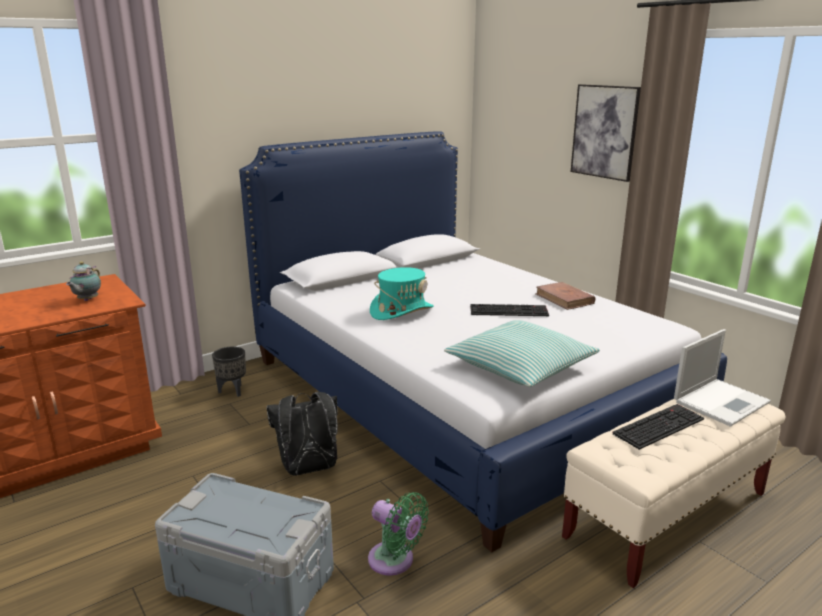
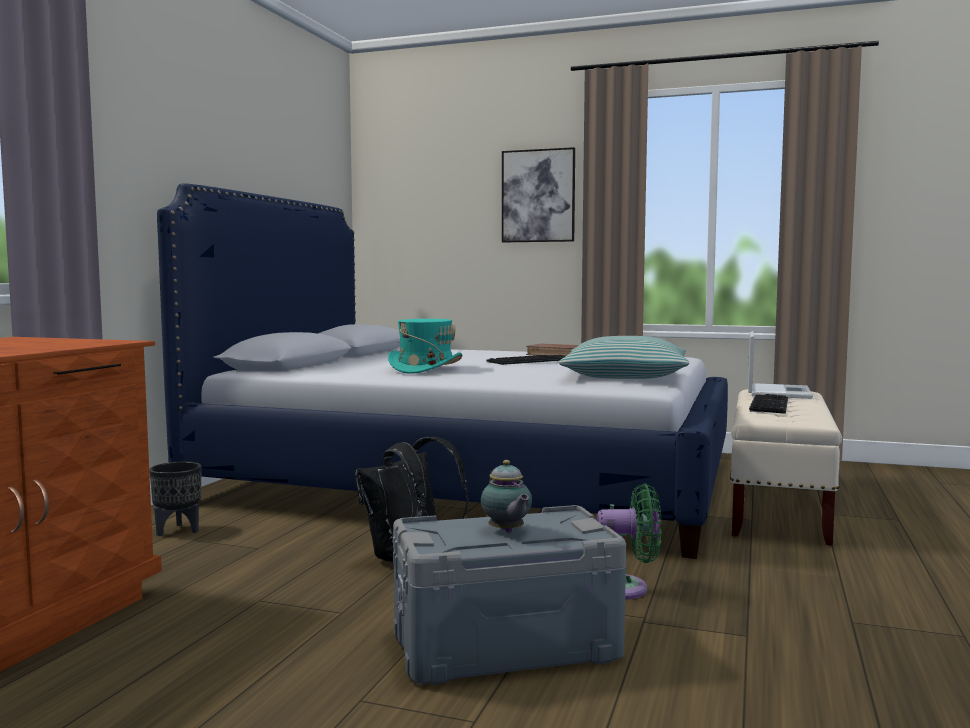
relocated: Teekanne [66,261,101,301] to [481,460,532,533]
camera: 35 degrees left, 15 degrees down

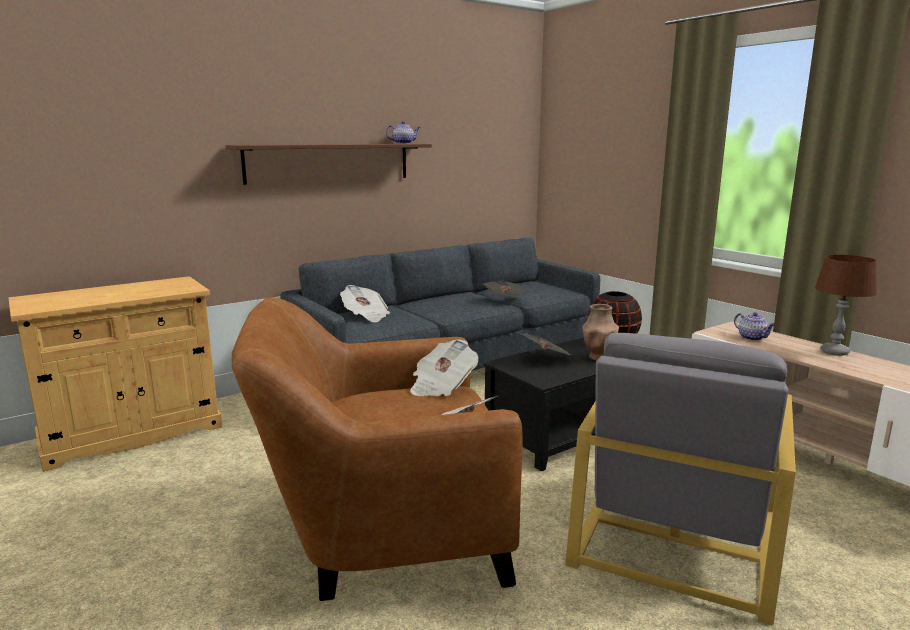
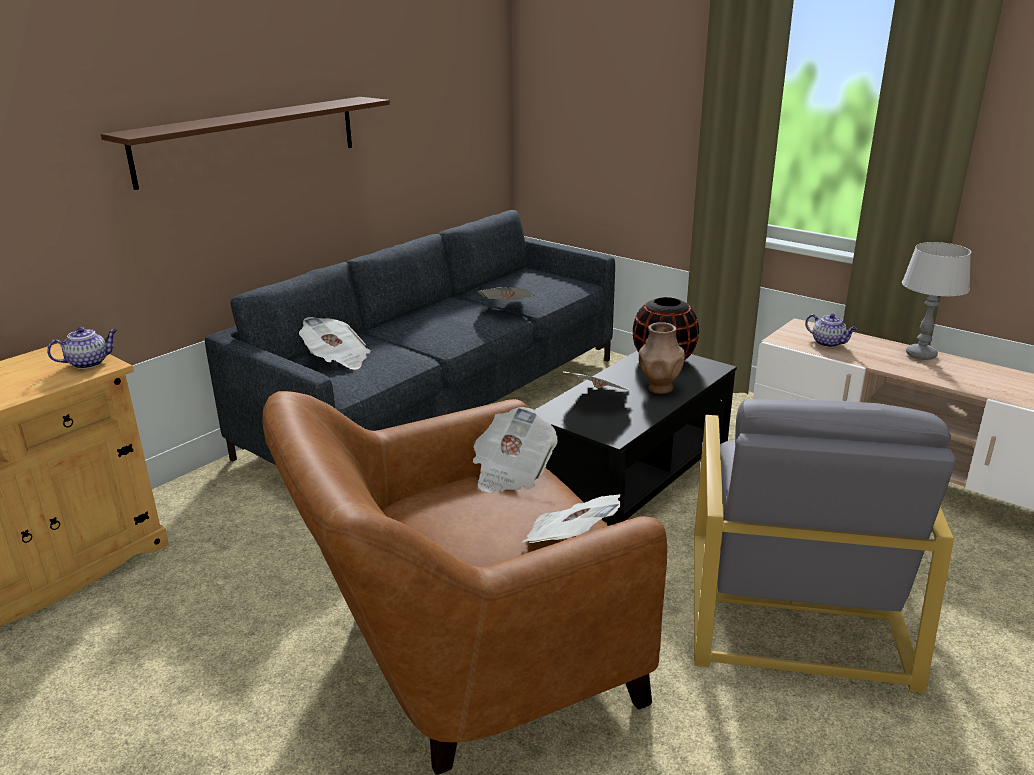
relocated: Teekanne [385,121,420,144] to [47,327,117,369]
colour: Tischlampe (braun) [815,255,877,356] to Tischlampe (grau) [902,242,971,360]
camera: 15 degrees left, 10 degrees up

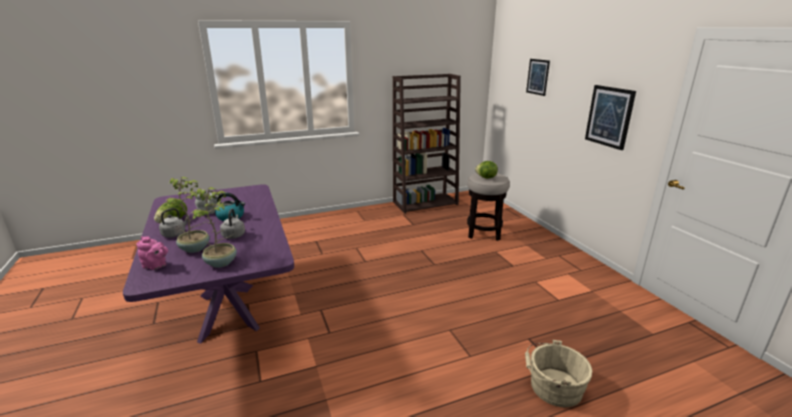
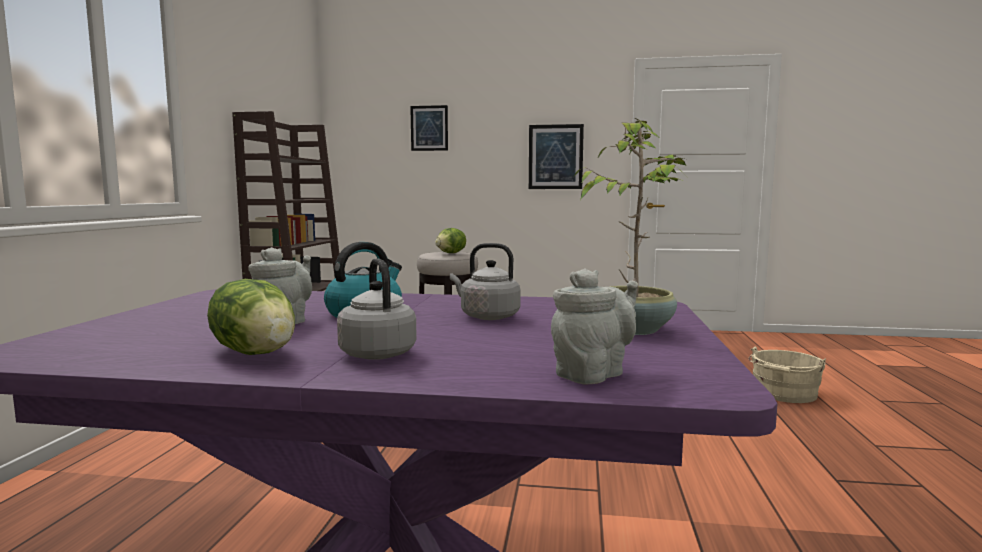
missing: Topfpflanze [167,177,210,253]
colour: Teekanne (rosa) [136,236,168,270] to Teekanne (grau) [551,268,638,384]
camera: 60 degrees left, 15 degrees down

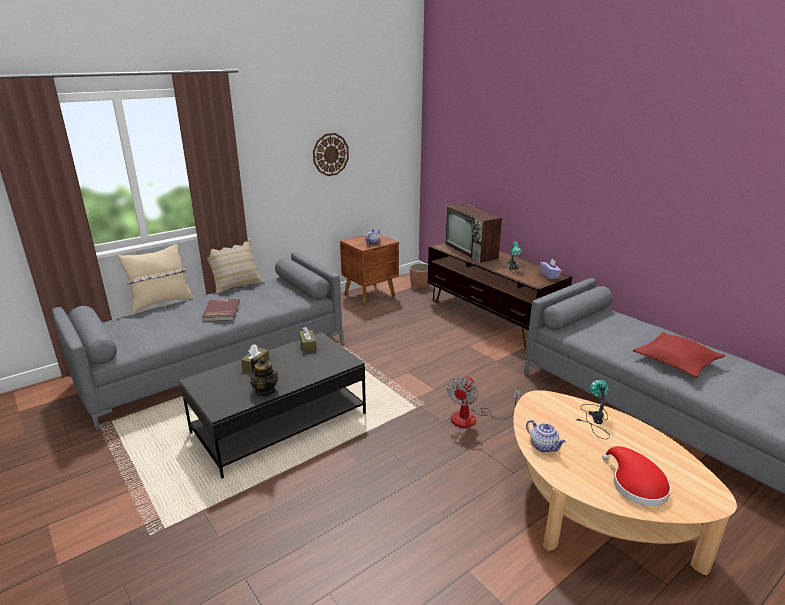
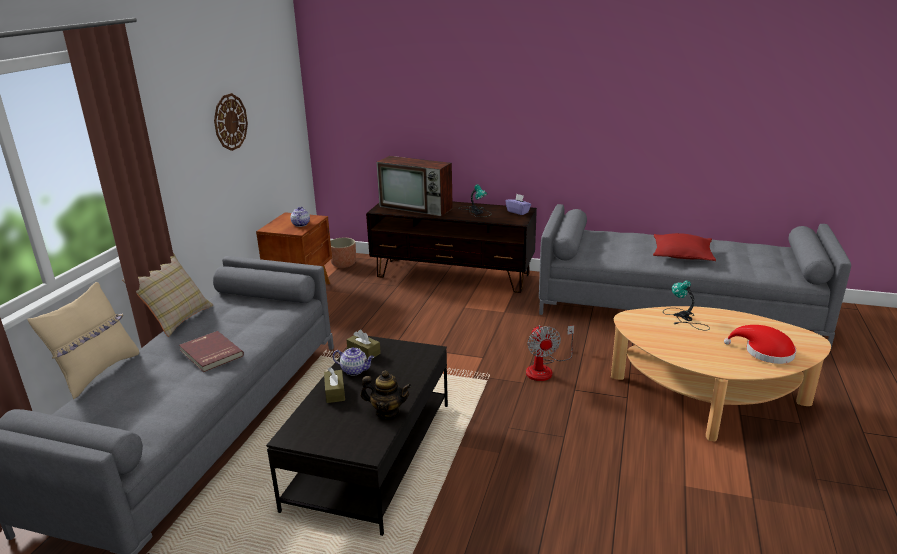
relocated: Teekanne [526,420,566,452] to [333,348,374,376]
camera: 35 degrees left, 0 degrees up

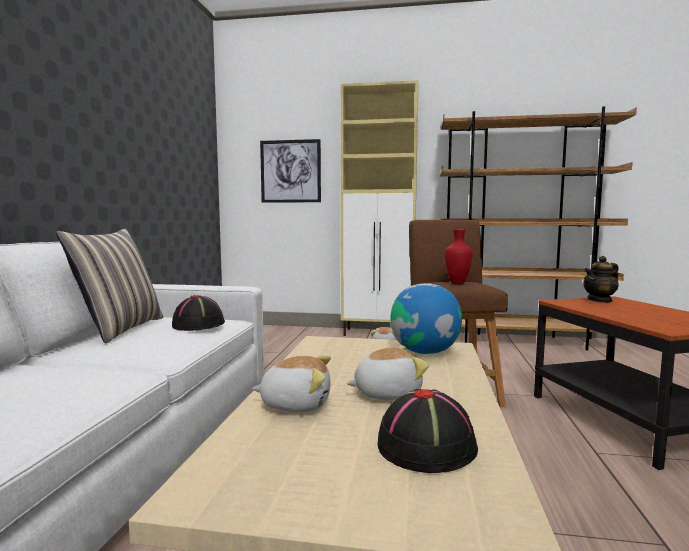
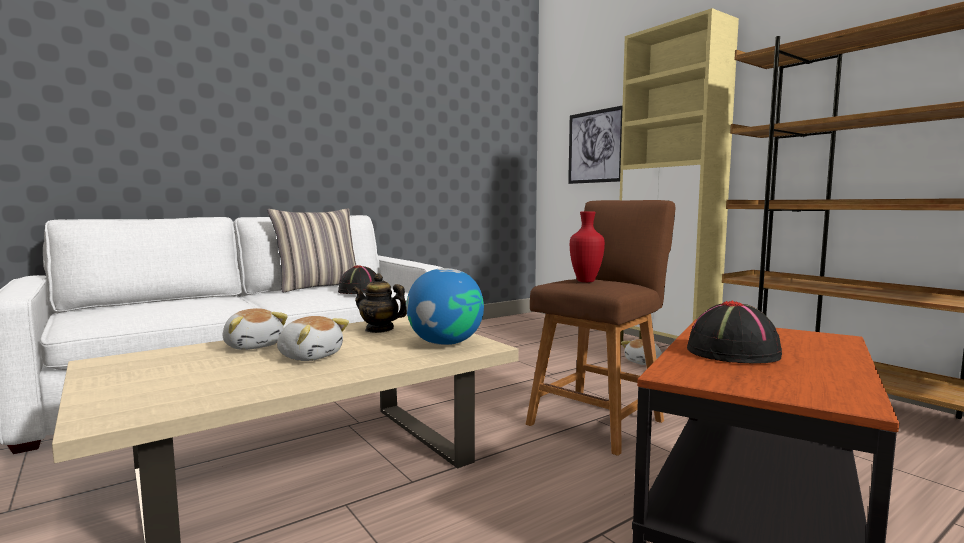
relocated: Hut (schwarz) [378,389,478,473] to [687,301,782,364]; Teekanne [583,256,619,303] to [352,274,407,333]
camera: 45 degrees right, 0 degrees up

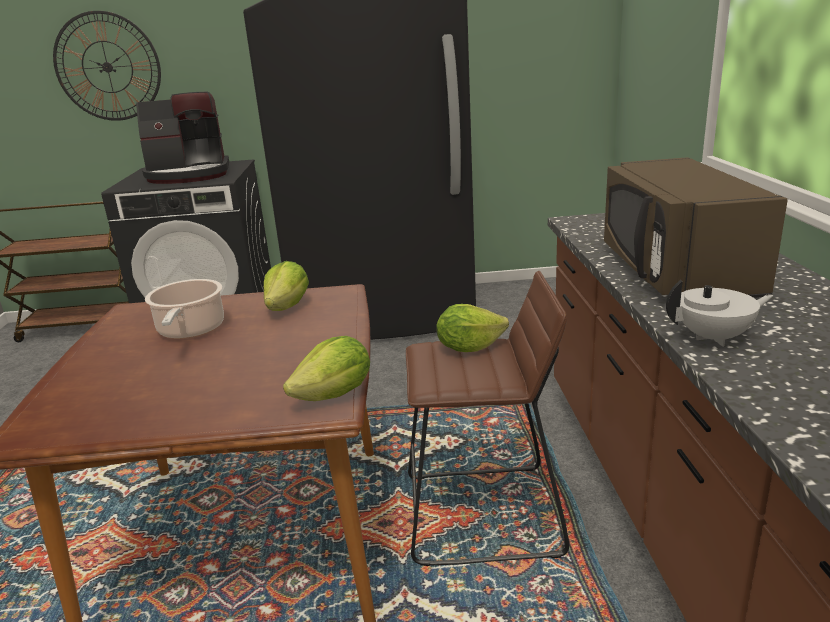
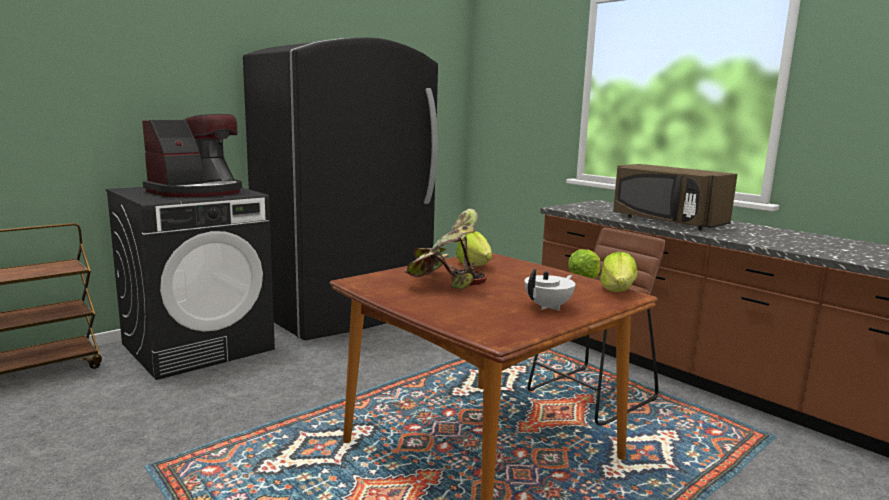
missing: Wanduhr [53,11,161,121]
relocated: Teekanne (weiß) [666,280,774,347] to [525,269,576,311]
exchanged: Kochtopf [145,279,224,339] to Topfpflanze [404,209,487,289]
camera: 40 degrees left, 10 degrees down

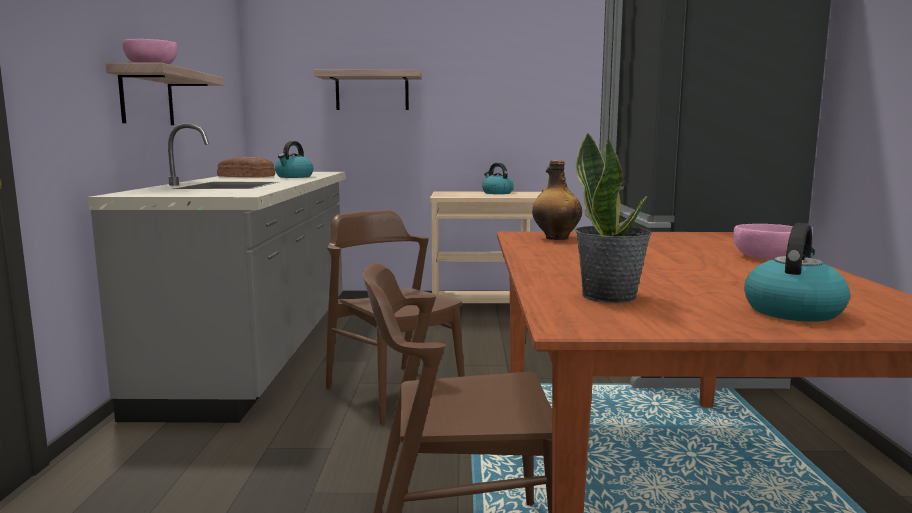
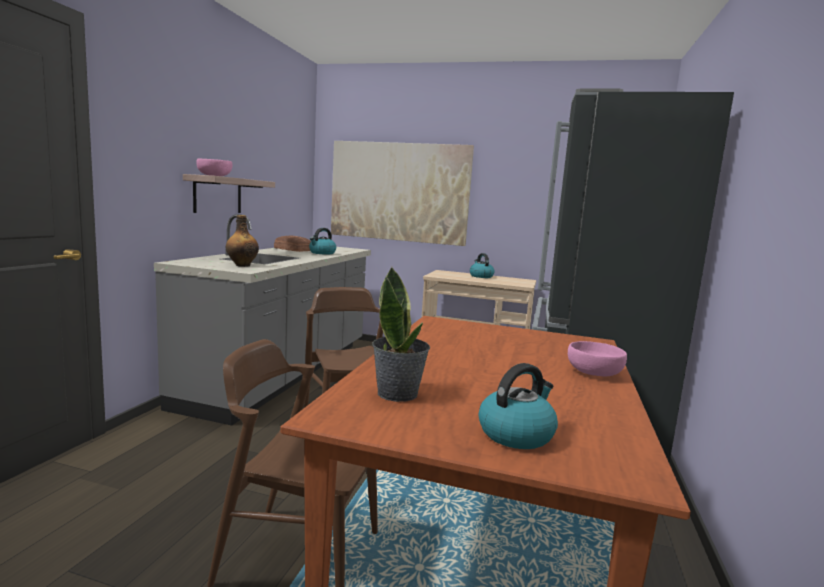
relocated: Flasche [532,160,582,240] to [226,215,259,267]
exchanged: Wandregal [314,70,422,110] to Bild [331,141,474,246]
camera: 15 degrees right, 0 degrees up

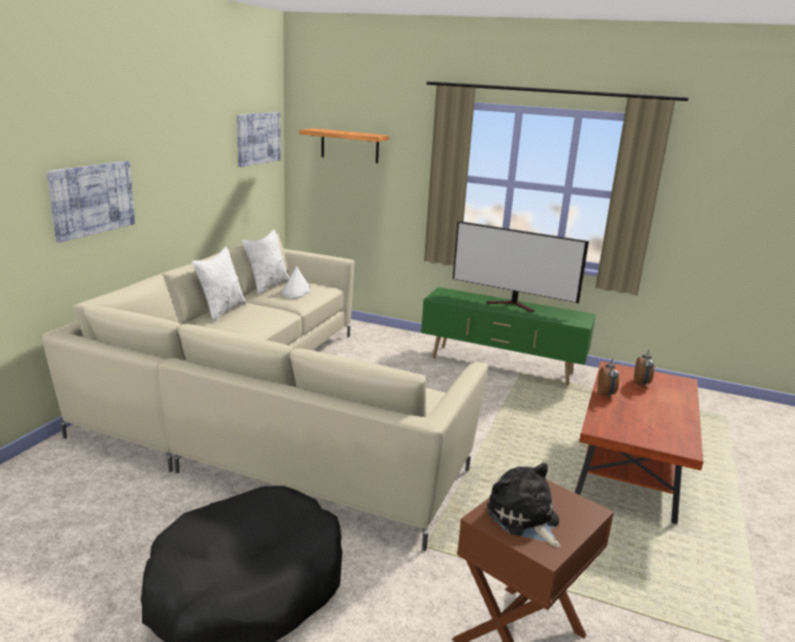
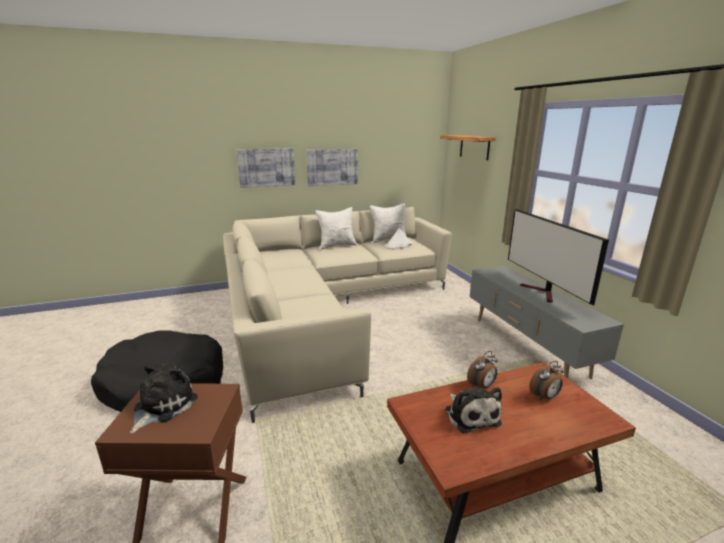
appeared: Plüschtier [445,387,502,433]
relocated: Bild [237,112,281,167] to [306,149,358,186]
colour: Fernsehschrank (grün) [421,287,596,386] to Fernsehschrank (grau) [470,265,624,379]
camera: 50 degrees right, 0 degrees up

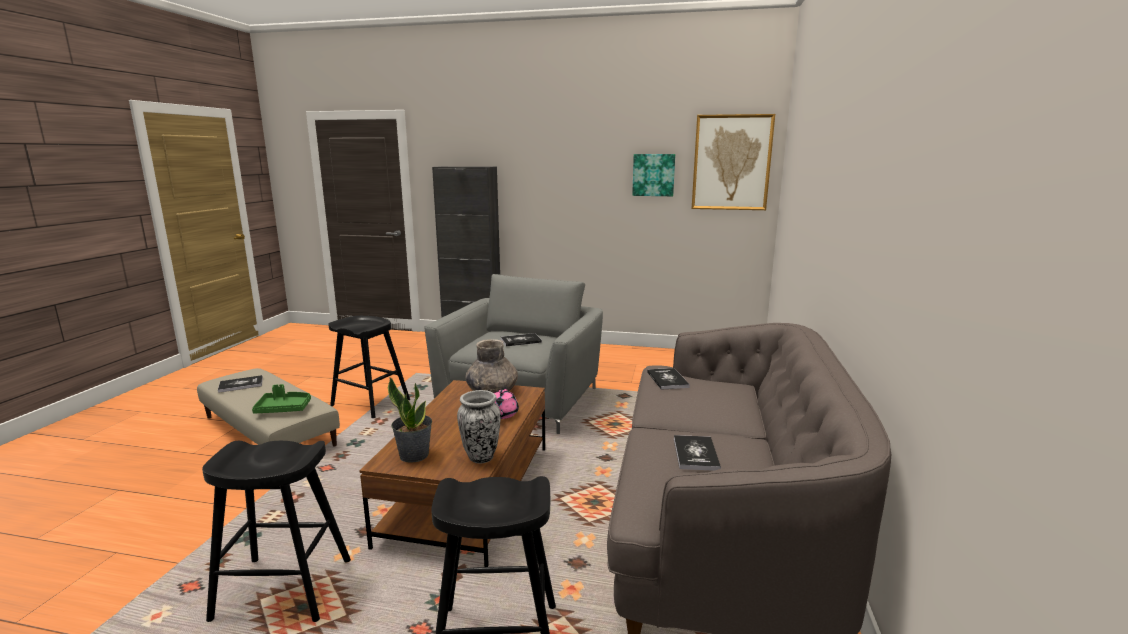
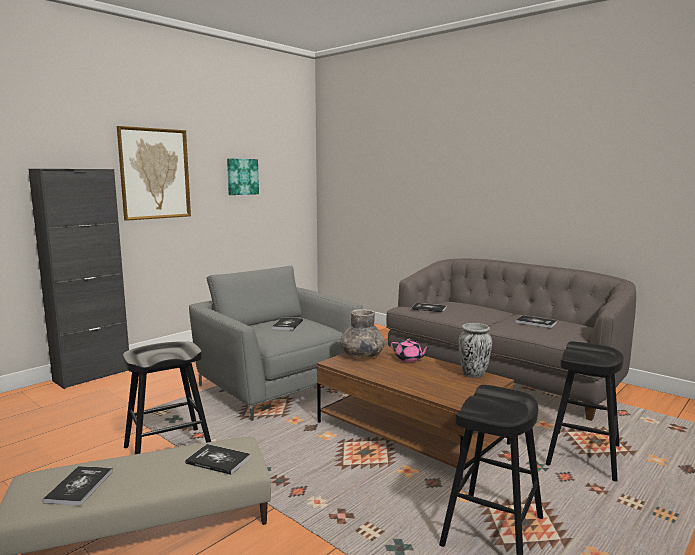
missing: Topfpflanze [388,377,432,463]
relocated: Bild [692,114,775,210] to [117,126,191,221]
exchanged: Tablett (grün) [252,384,311,413] to Buch [185,444,251,475]
camera: 60 degrees left, 5 degrees down

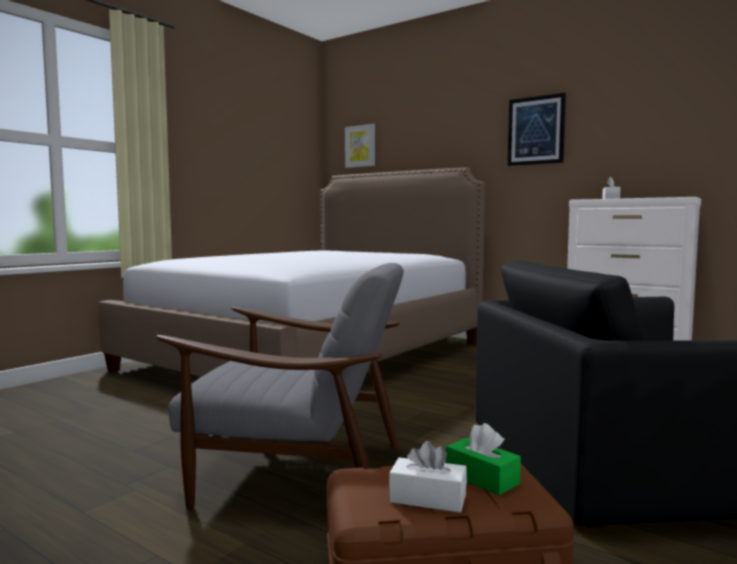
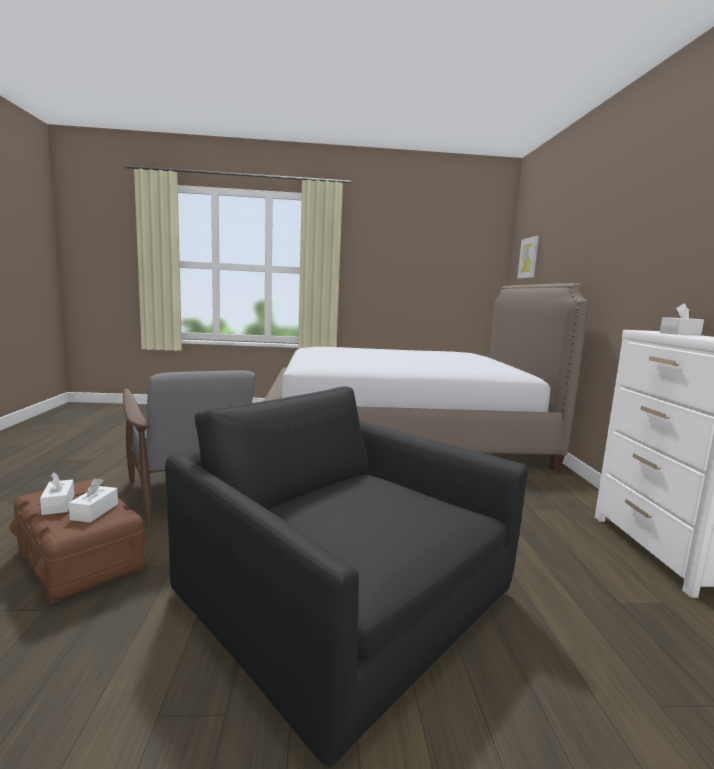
missing: Bild [508,93,566,166]
colour: Taschentuchbox (grün) [446,423,521,495] to Taschentuchbox (weiß) [69,478,118,523]
camera: 50 degrees right, 5 degrees up

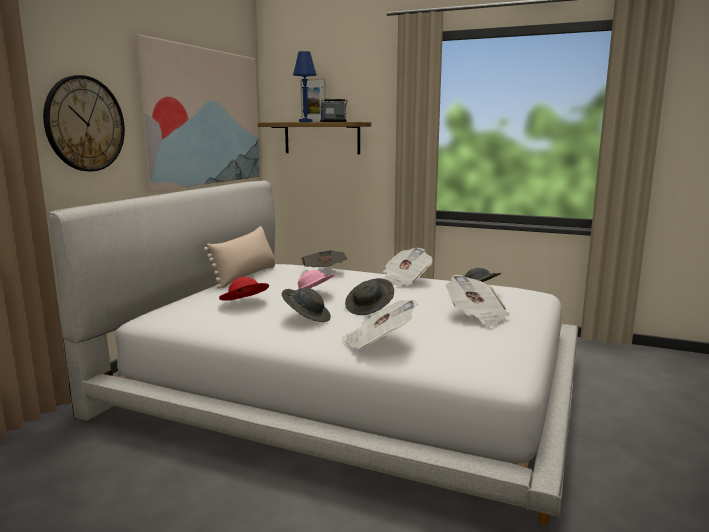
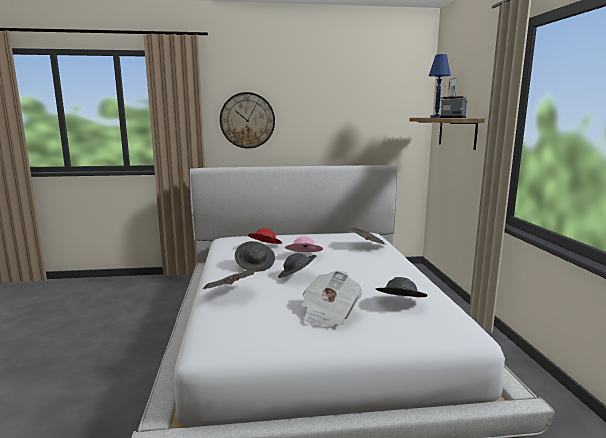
missing: Bild [135,34,260,192]; Kissen (beige) [204,226,275,289]; Zeitung [383,248,432,286]
camera: 60 degrees right, 0 degrees up

